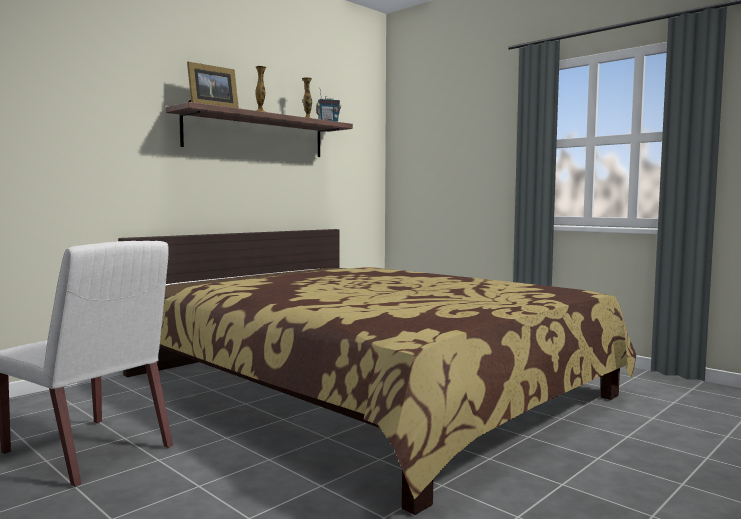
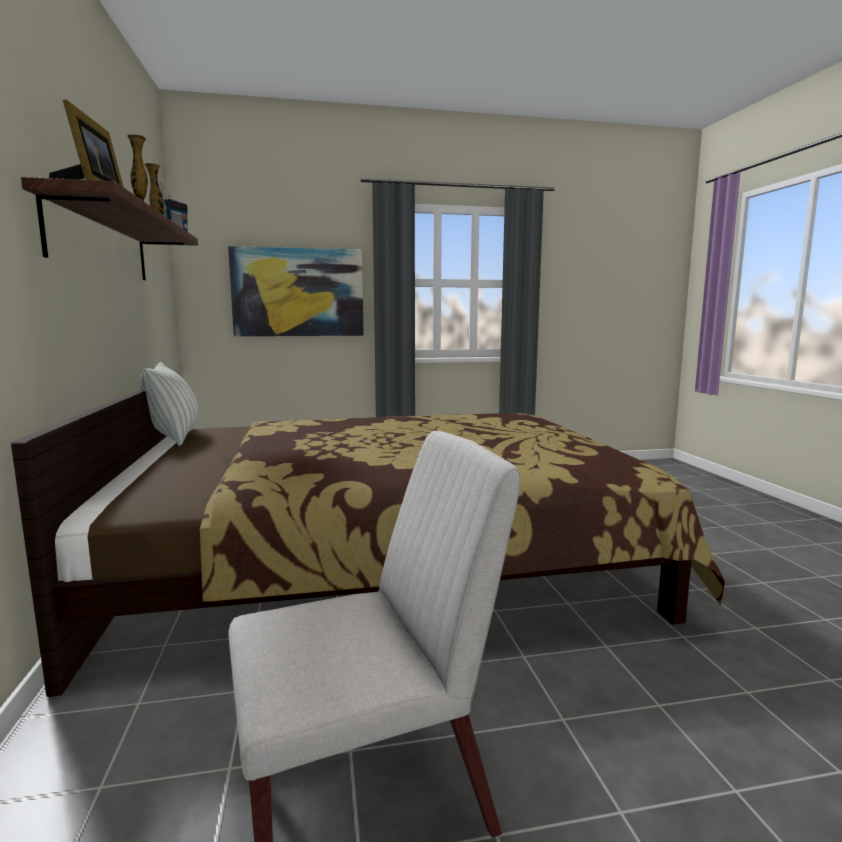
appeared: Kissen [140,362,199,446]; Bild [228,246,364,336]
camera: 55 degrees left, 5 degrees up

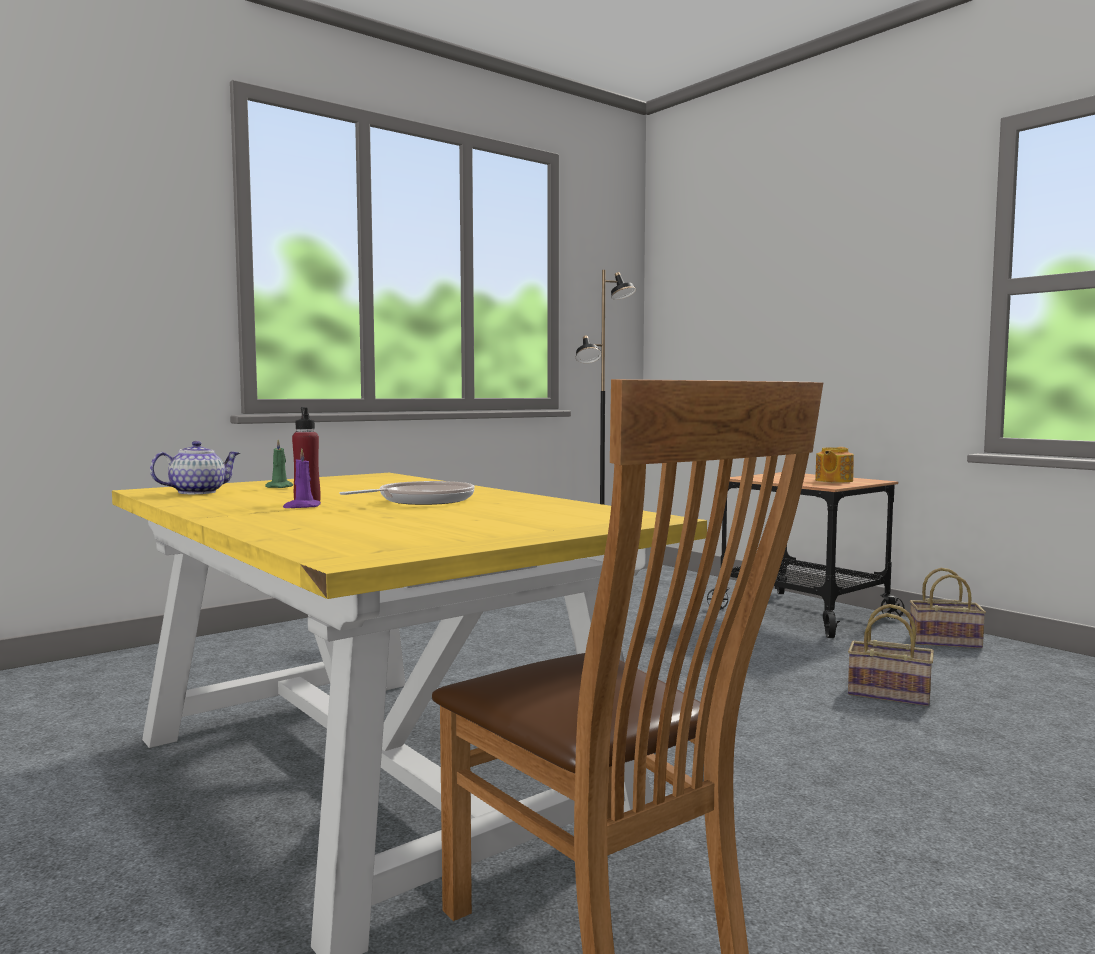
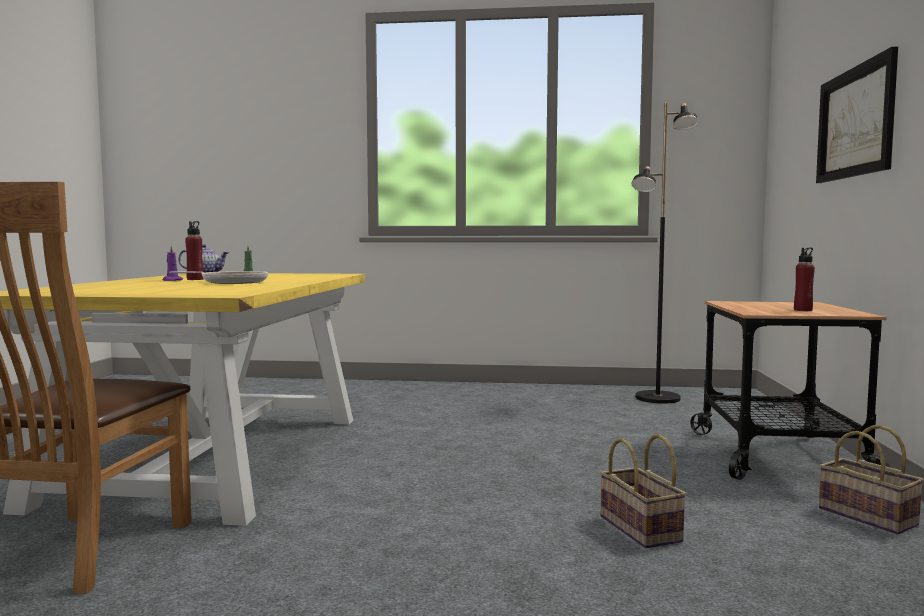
appeared: Bild [816,47,898,183]
exchanged: Teekanne [815,447,854,483] to Flasche (rot) [794,247,815,311]
camera: 45 degrees right, 0 degrees up

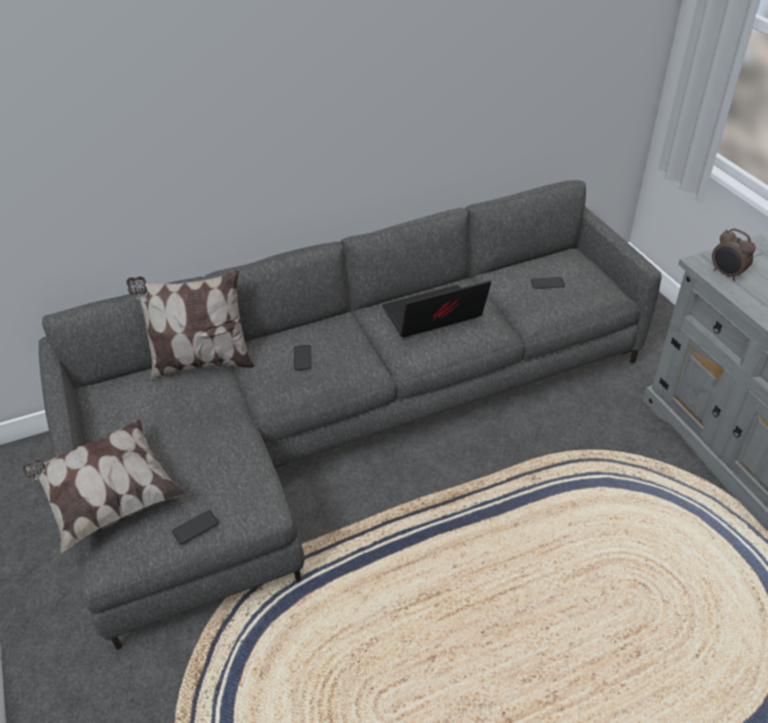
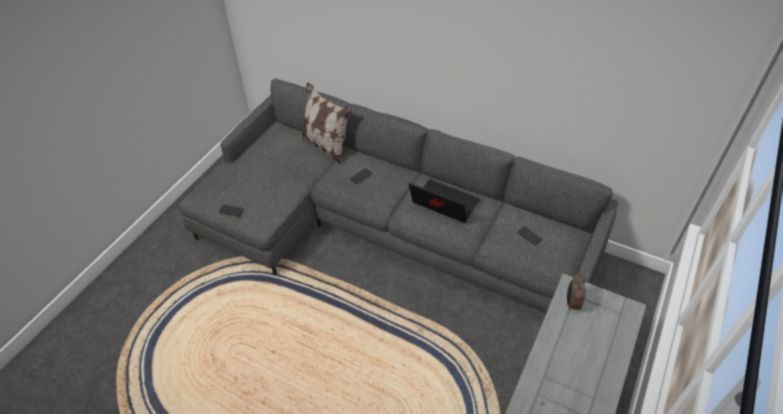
missing: Kissen [22,419,186,553]
camera: 50 degrees right, 5 degrees up

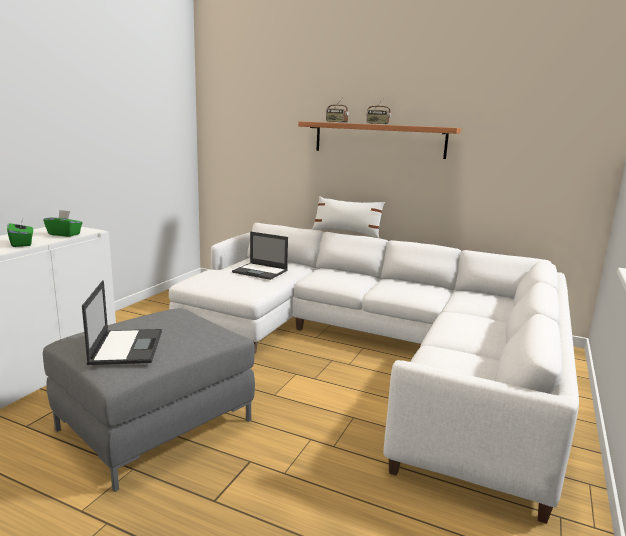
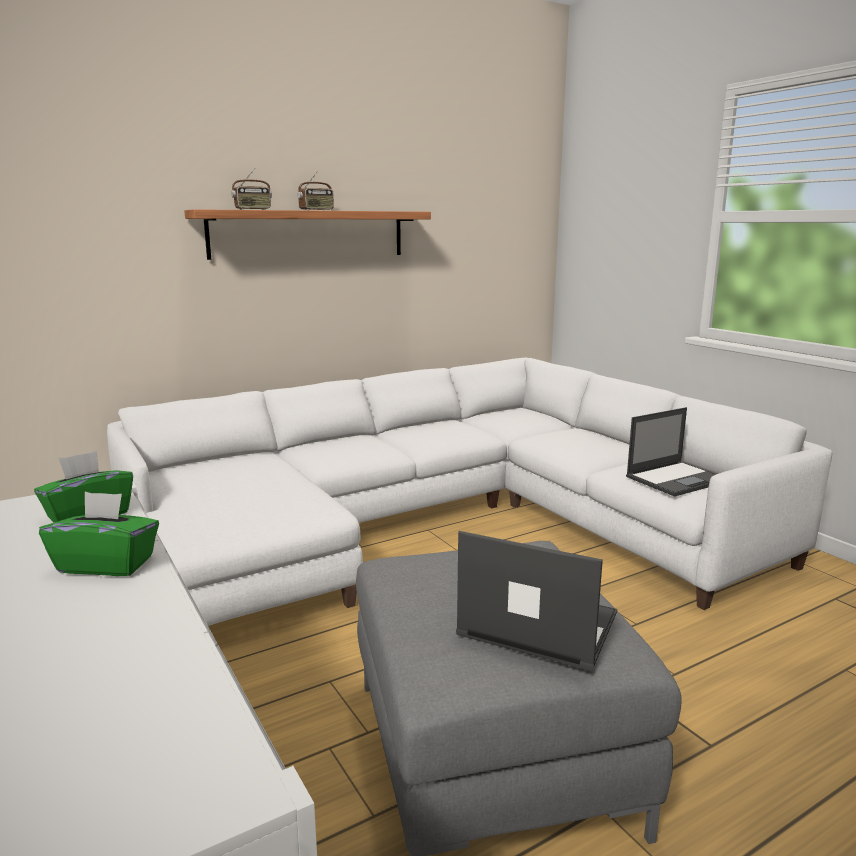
missing: Kissen (weiß) [312,196,385,238]
relocated: Laptop [232,231,288,280] to [626,407,716,497]
camera: 55 degrees left, 0 degrees up

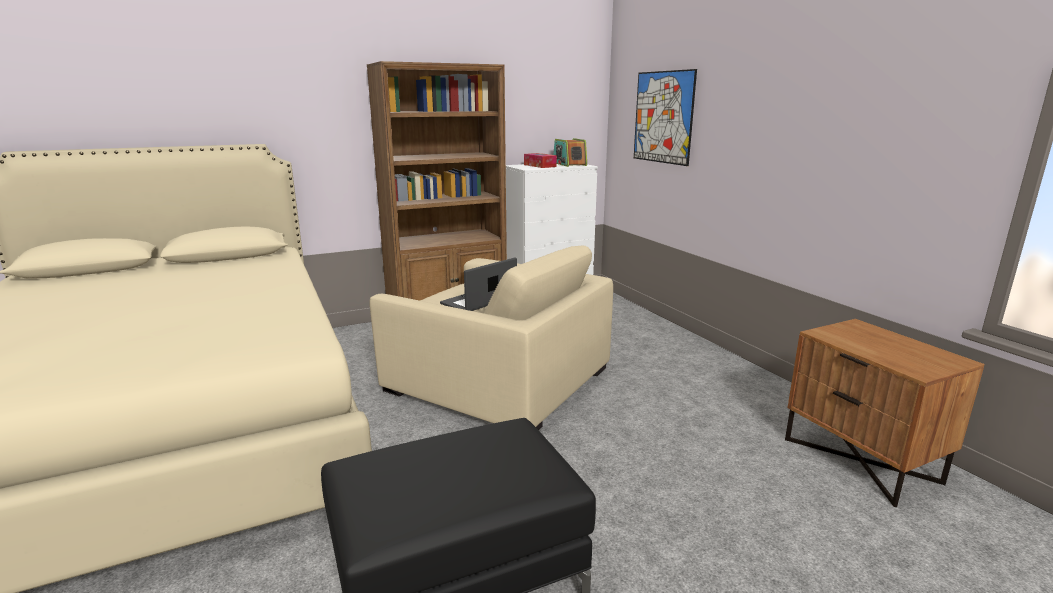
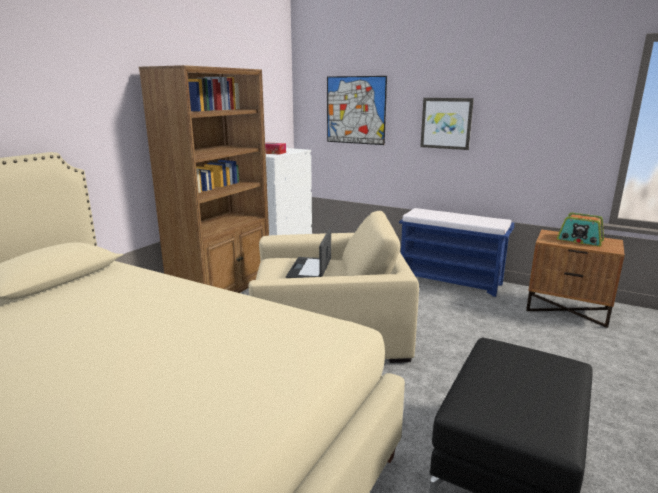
appeared: Bank (blau) [399,208,514,297]; Bild [420,98,474,150]
relocated: Radio [553,138,587,167] to [557,213,604,246]
camera: 35 degrees left, 0 degrees up

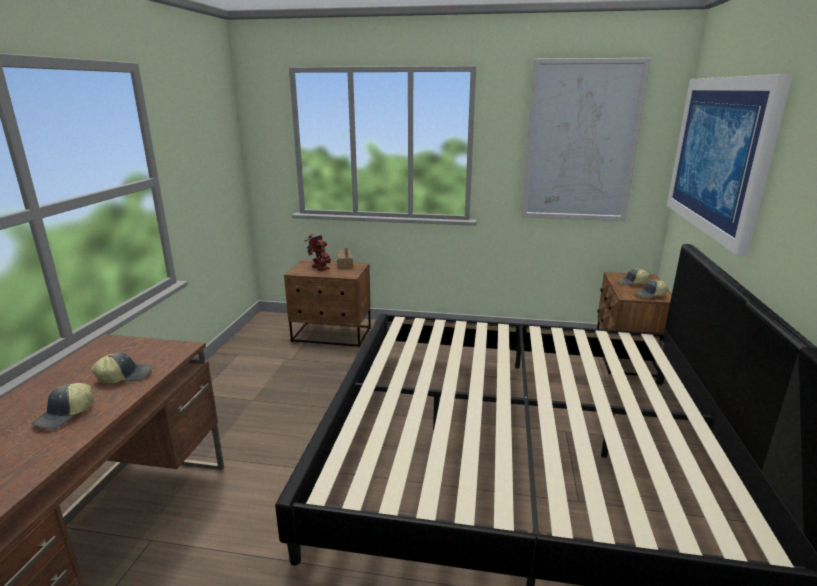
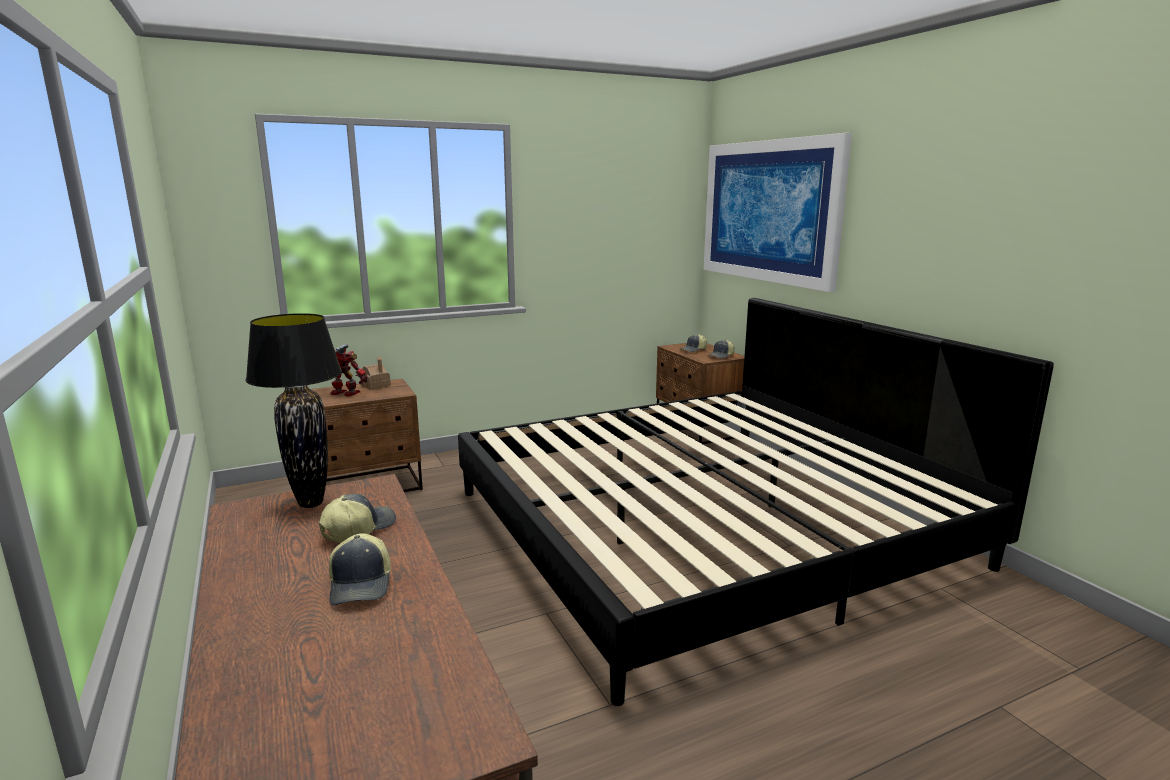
missing: Bild [521,58,651,221]
appeared: Tischlampe (schwarz) [246,313,342,508]
camera: 35 degrees left, 5 degrees down

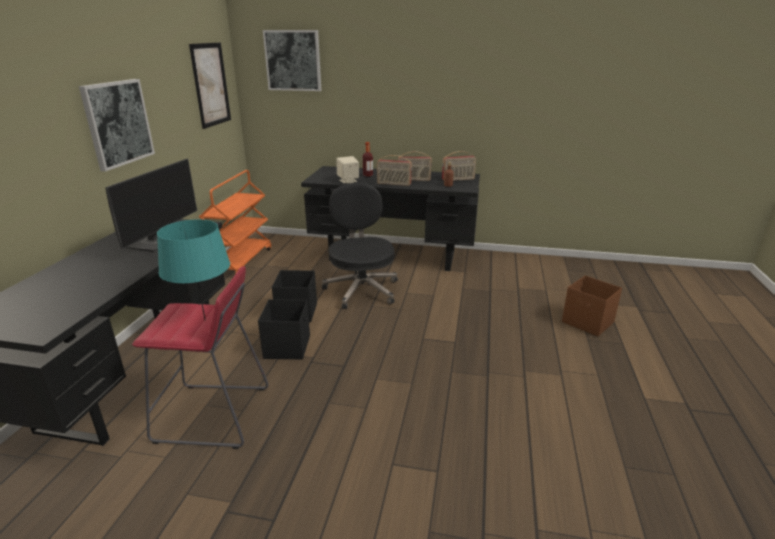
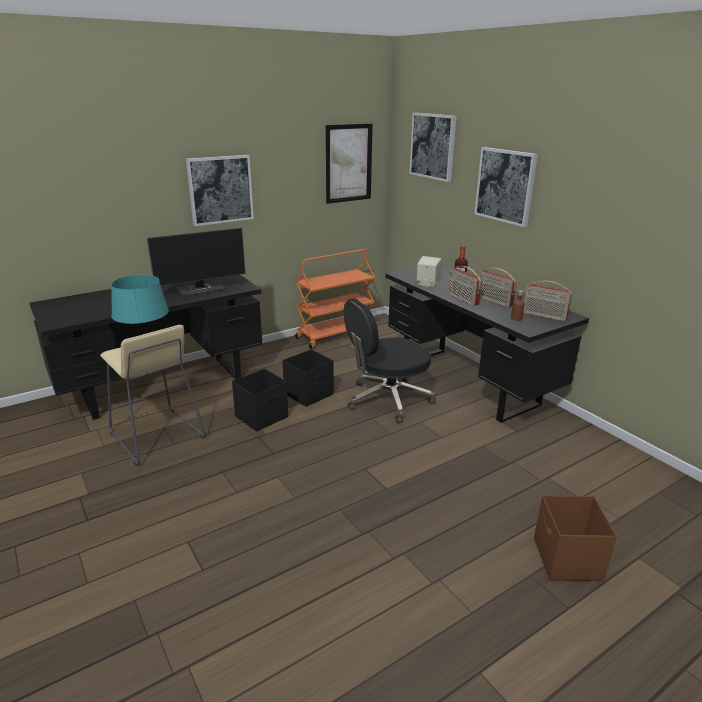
appeared: Bild [474,147,538,227]
colour: Hocker (rot) [132,266,268,449] to Hocker (beige) [100,325,206,466]
spun: Bürostuhl (schwarz) [322,183,398,309] = [344,298,436,424] 150 degrees counterclockwise
camera: 45 degrees right, 0 degrees up

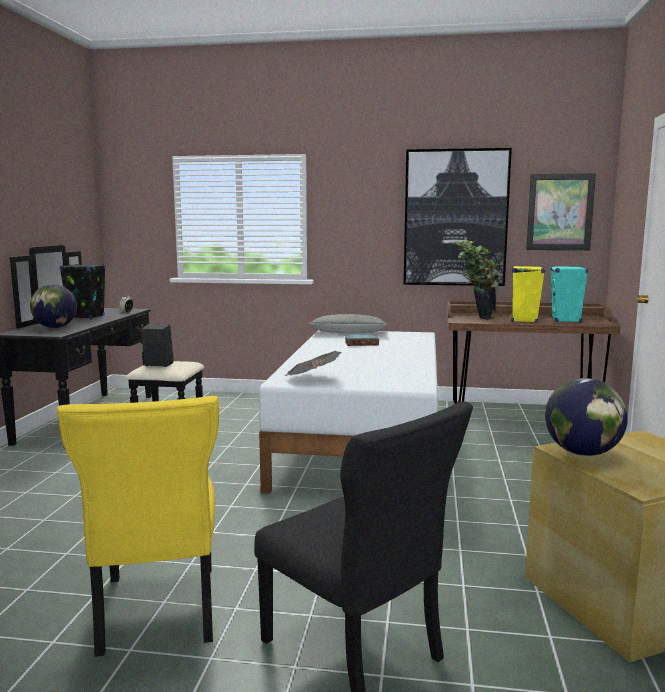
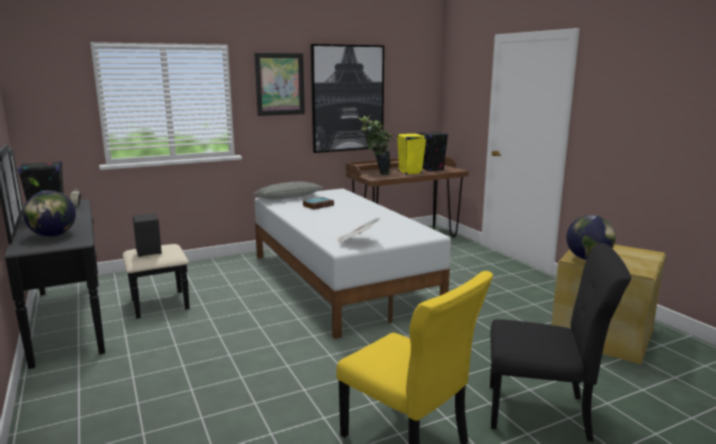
relocated: Bild [526,173,596,250] to [254,53,305,116]
colour: Lautsprecher (türkis) [550,266,588,323] to Lautsprecher (schwarz) [418,131,448,172]
camera: 35 degrees left, 5 degrees up

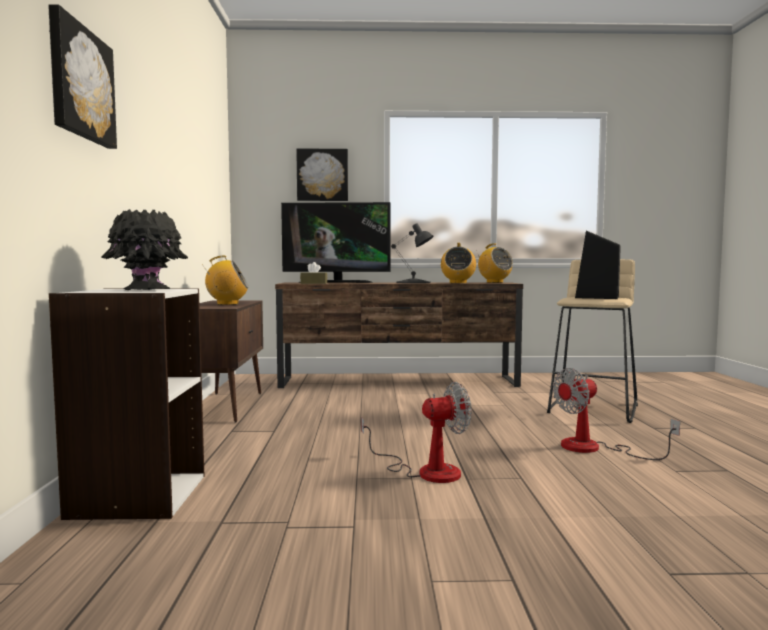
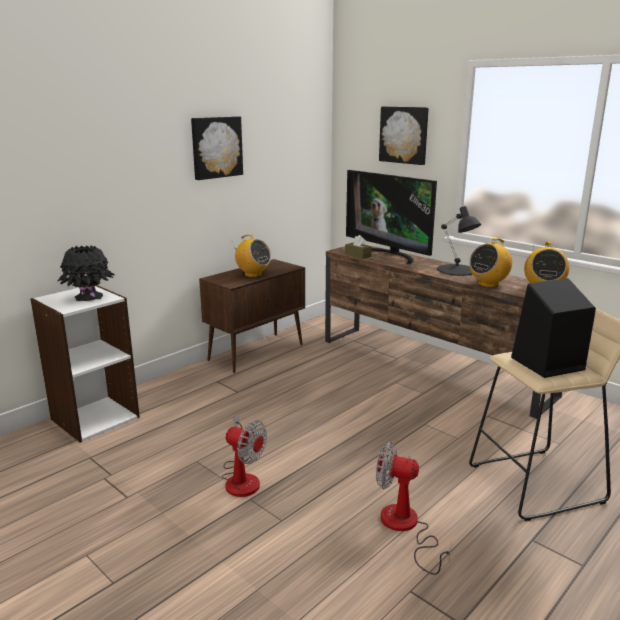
relocated: Bild [48,5,117,149] to [191,116,243,180]
camera: 45 degrees right, 15 degrees up

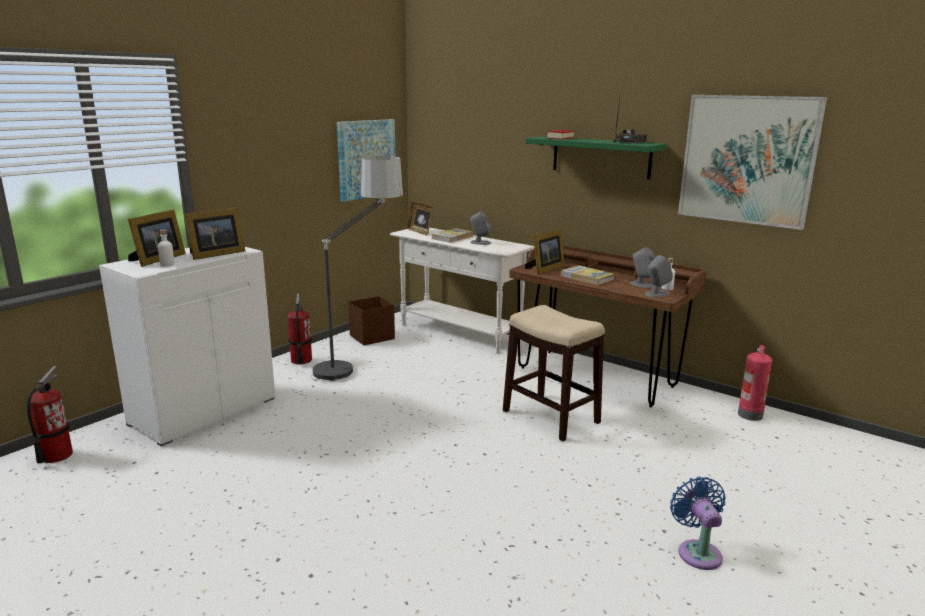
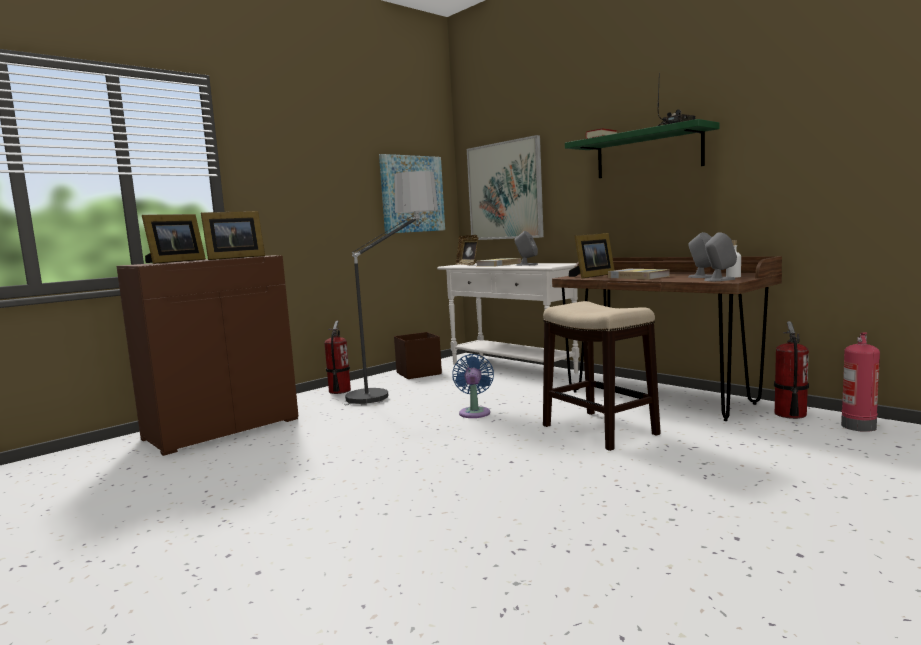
missing: Flasche (weiß) [158,229,175,266]
relocated: Feuerlöscher [27,366,73,463] to [774,321,809,419]; Ventilator (blau) [670,477,726,570] to [452,354,494,418]; Bild [678,95,827,230] to [467,135,544,240]
colour: Schrank (weiß) [99,247,275,446] to Schrank (braun) [116,255,298,456]
camera: 10 degrees right, 10 degrees down

